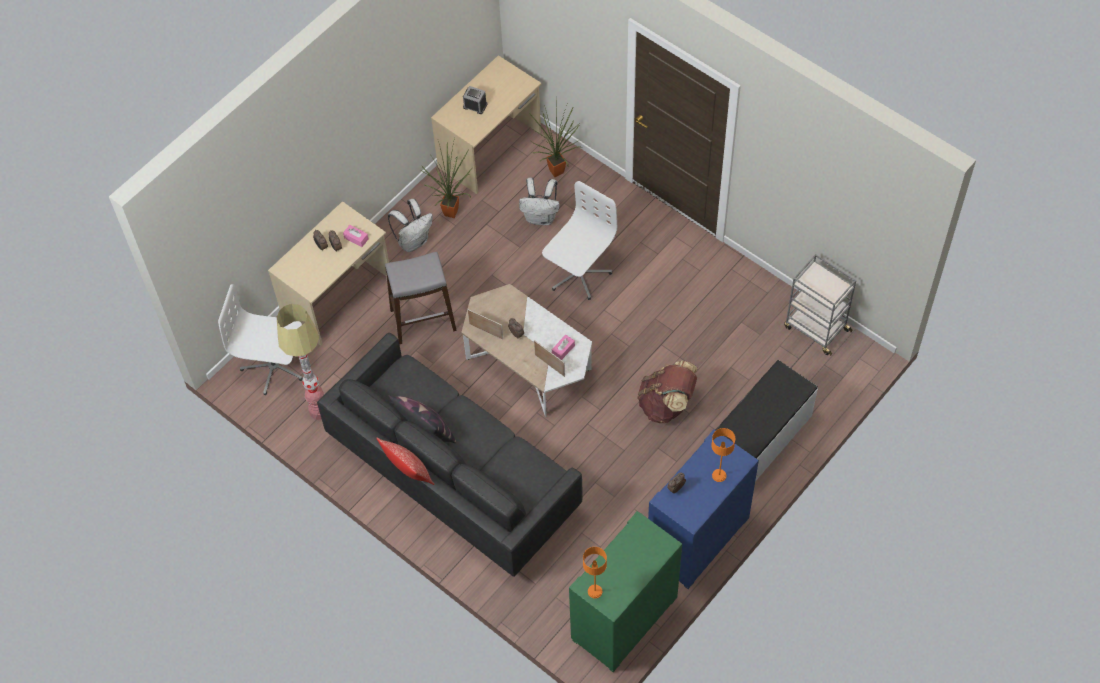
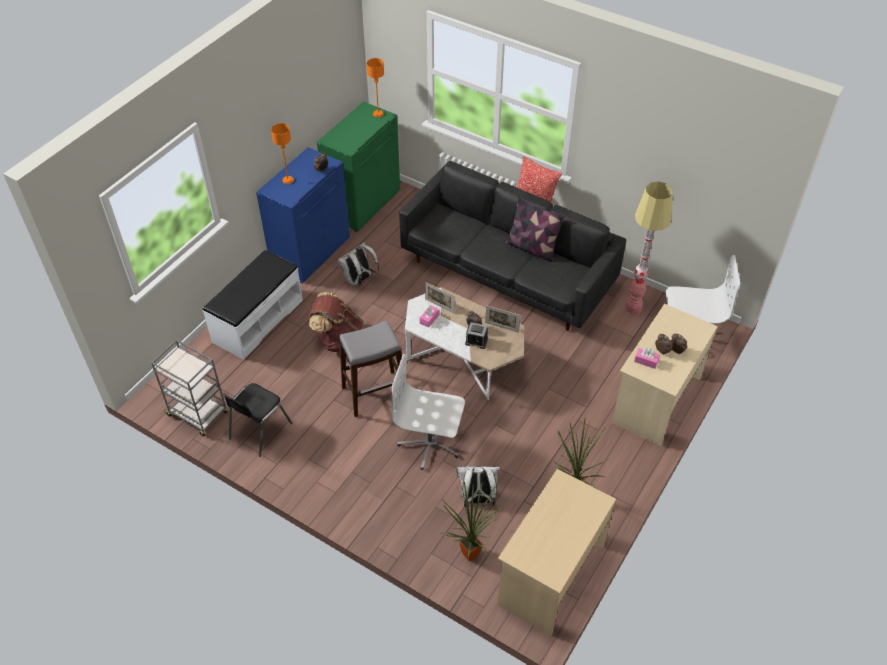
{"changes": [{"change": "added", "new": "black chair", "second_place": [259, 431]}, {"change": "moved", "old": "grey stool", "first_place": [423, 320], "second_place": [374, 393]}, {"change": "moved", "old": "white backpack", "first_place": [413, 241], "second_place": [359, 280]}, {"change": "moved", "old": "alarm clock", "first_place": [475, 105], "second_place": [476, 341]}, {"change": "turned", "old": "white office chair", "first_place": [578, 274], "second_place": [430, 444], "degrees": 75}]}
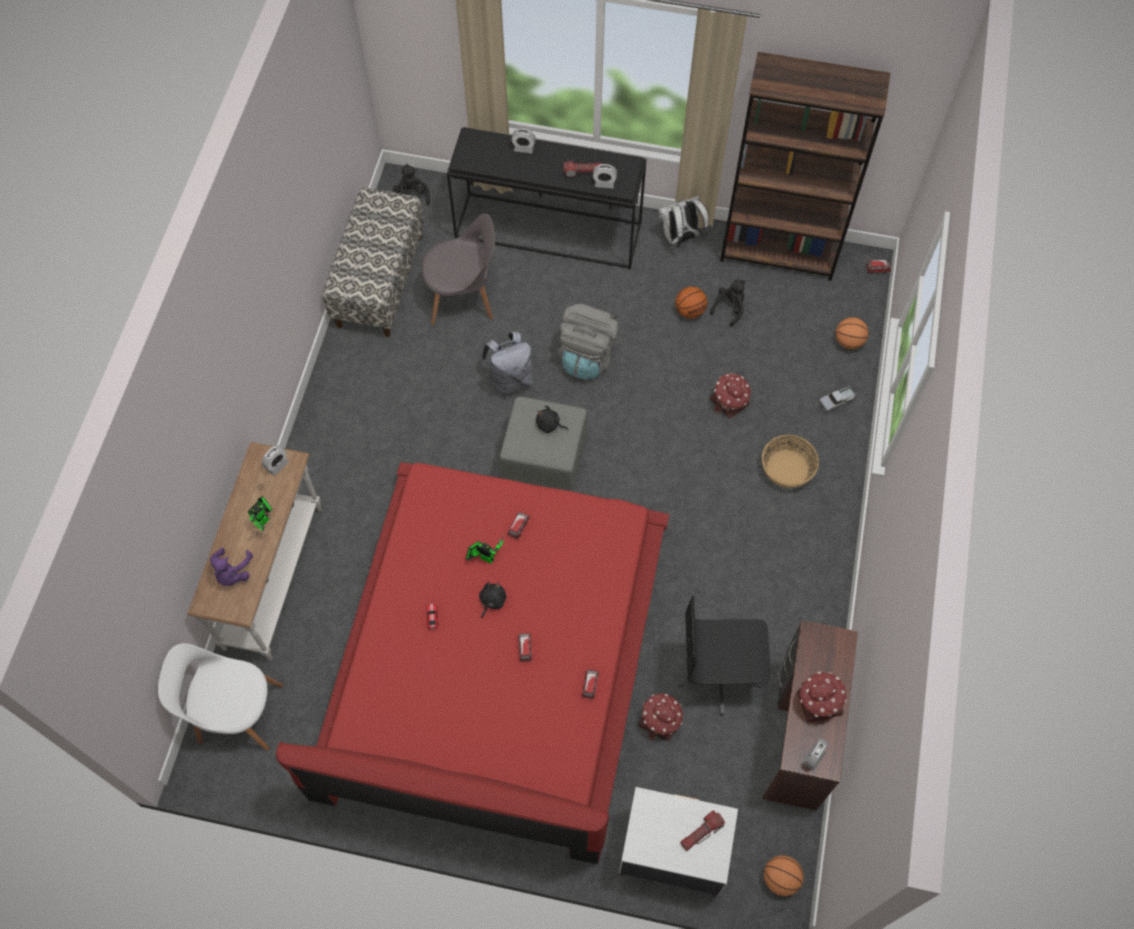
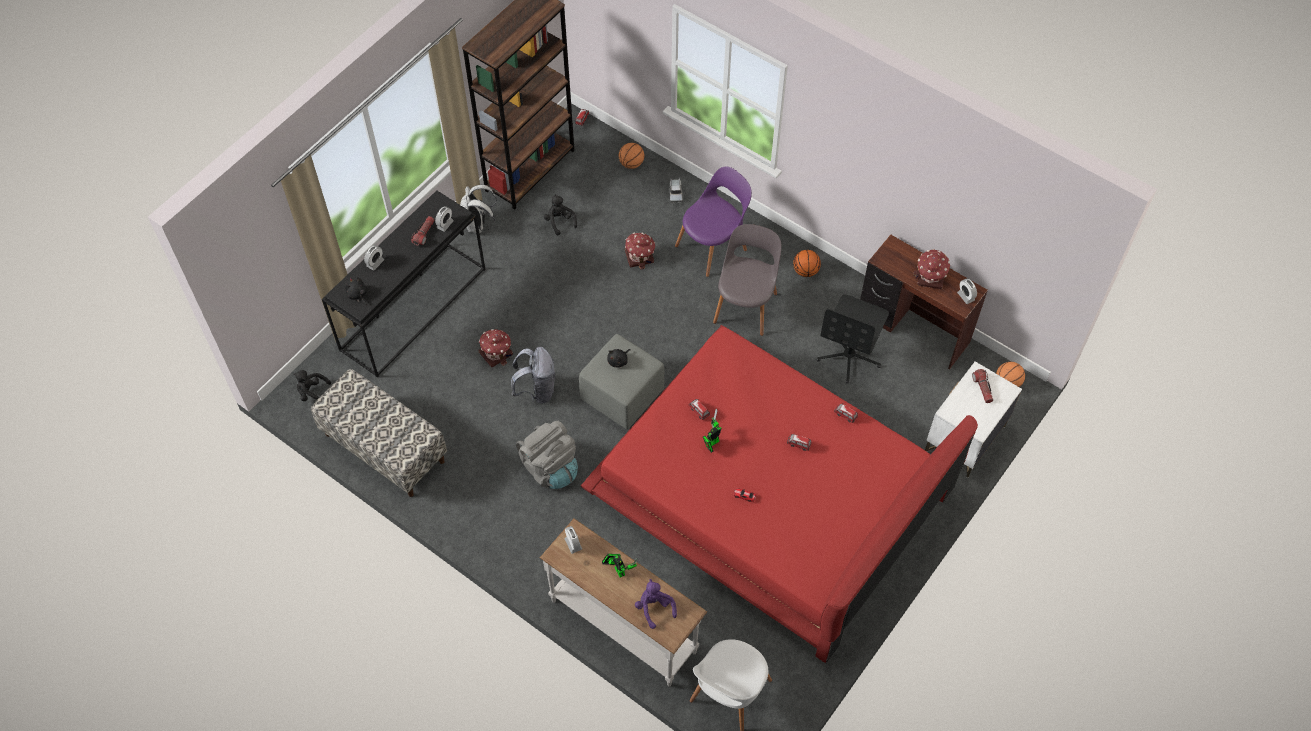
{"changes": [{"change": "moved", "old": "grey chair", "first_place": [463, 297], "second_place": [746, 305]}, {"change": "moved", "old": "black plush toy", "first_place": [492, 601], "second_place": [358, 295]}, {"change": "moved", "old": "grey backpack", "first_place": [587, 356], "second_place": [550, 468]}, {"change": "moved", "old": "toy house", "first_place": [660, 721], "second_place": [496, 353]}, {"change": "moved", "old": "basketball", "first_place": [689, 311], "second_place": [805, 271]}, {"change": "replaced", "old": "basket", "new": "purple chair", "first_place": [787, 469], "second_place": [713, 246]}, {"change": "turned", "old": "purple plush toy", "first_place": [233, 573], "second_place": [654, 608], "degrees": -150}]}
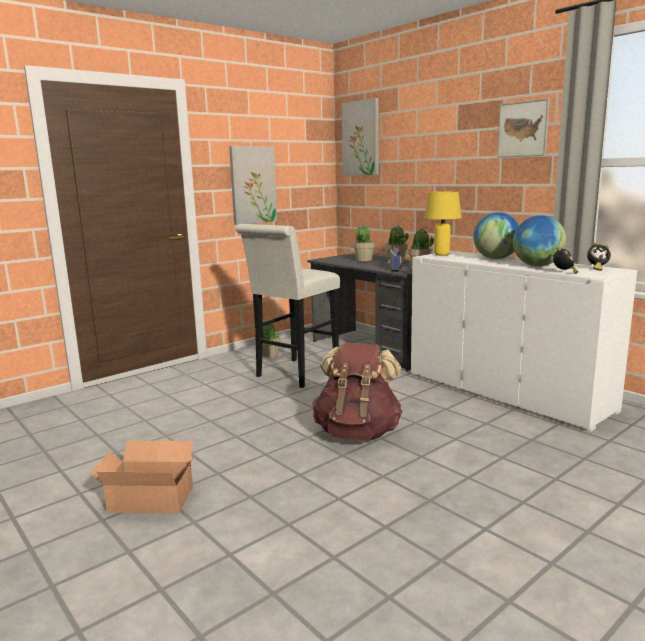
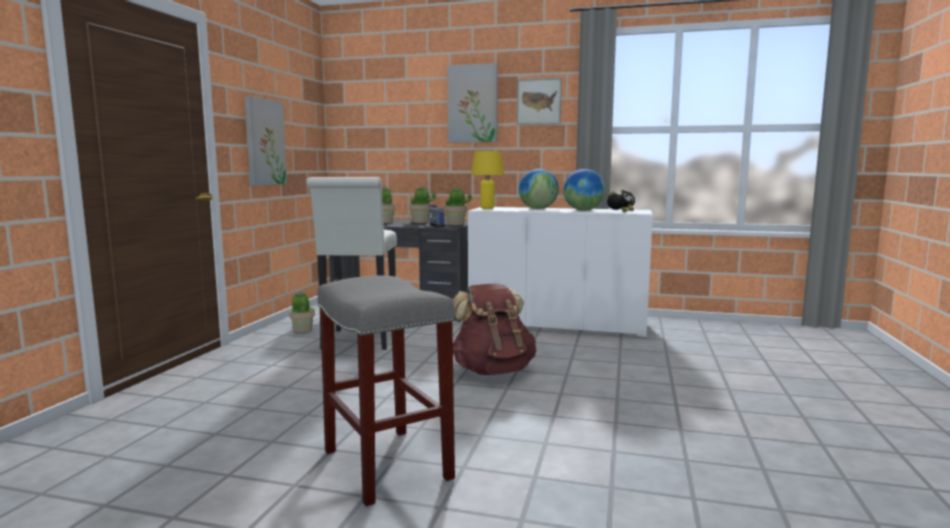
{"changes": [{"change": "moved", "old": "picture", "first_place": [361, 138], "second_place": [473, 104]}, {"change": "replaced", "old": "cardboard box", "new": "grey stool", "first_place": [150, 497], "second_place": [385, 464]}]}
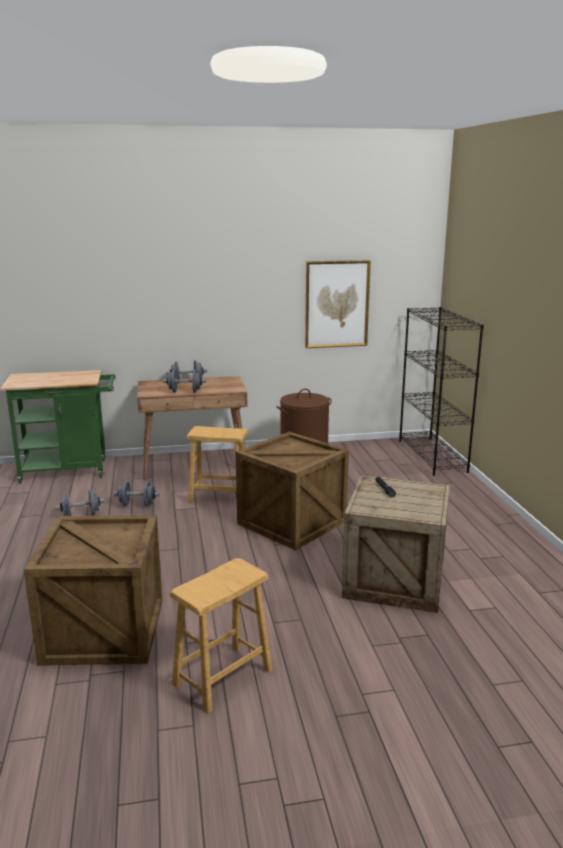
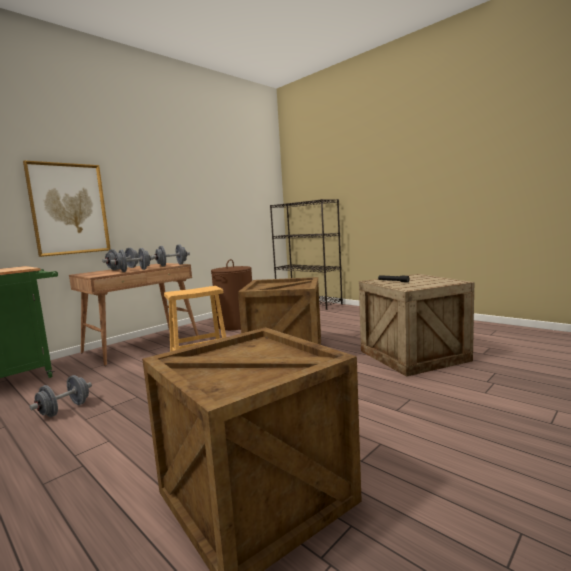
{"changes": [{"change": "removed", "old": "brown stool", "first_place": [223, 677]}, {"change": "moved", "old": "grey dumbbell", "first_place": [137, 504], "second_place": [172, 265]}, {"change": "moved", "old": "picture", "first_place": [337, 304], "second_place": [69, 209]}]}
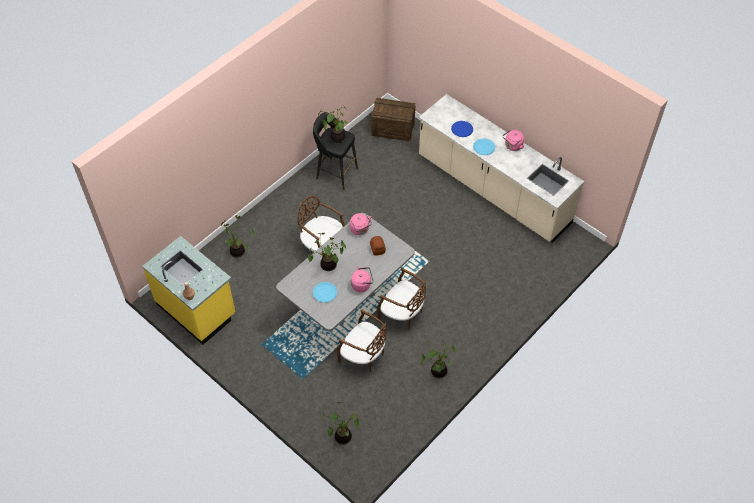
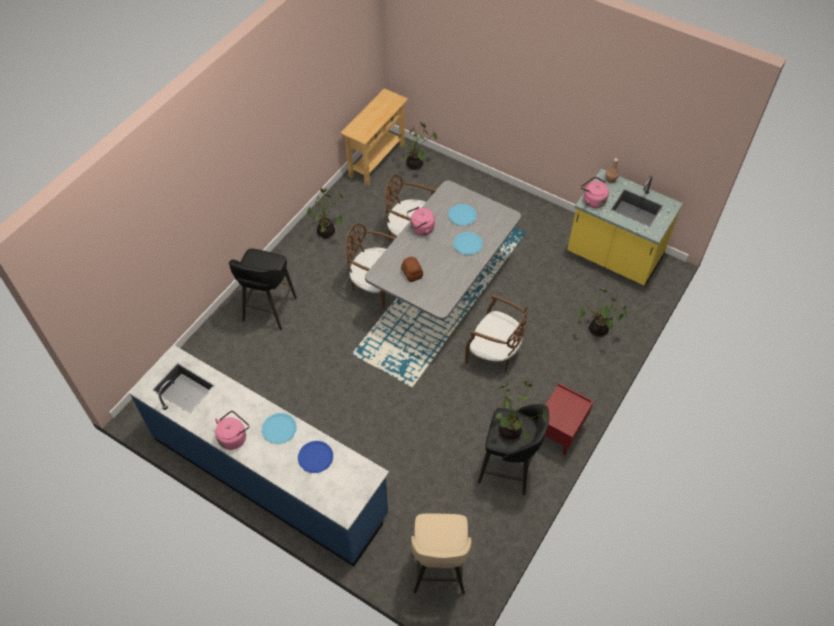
{"changes": [{"change": "added", "new": "black stool", "second_place": [268, 310]}, {"change": "added", "new": "beige console table", "second_place": [377, 160]}, {"change": "added", "new": "red nightstand", "second_place": [559, 433]}, {"change": "moved", "old": "pink kettle", "first_place": [360, 230], "second_place": [592, 200]}, {"change": "replaced", "old": "potted plant", "new": "blue plate", "first_place": [327, 266], "second_place": [468, 244]}, {"change": "replaced", "old": "crate", "new": "beige stool", "first_place": [393, 129], "second_place": [439, 570]}, {"change": "recoloured", "old": "beige counter", "new": "blue counter", "first_place": [493, 190], "second_place": [269, 476]}]}
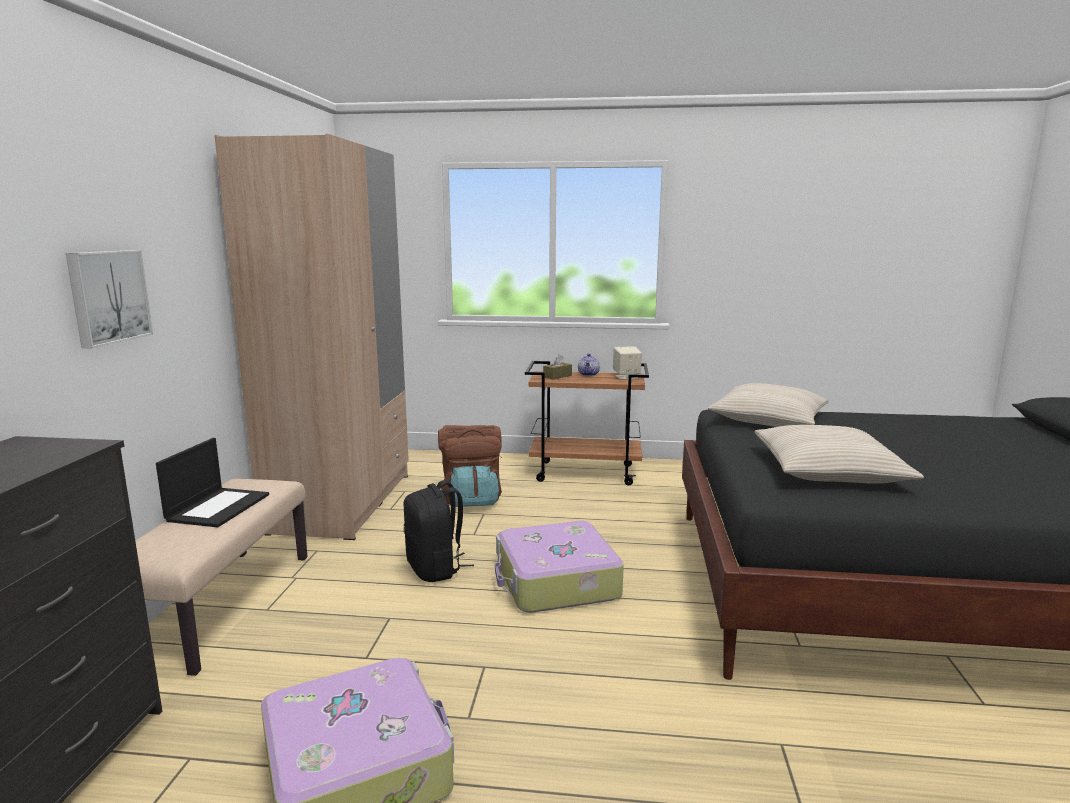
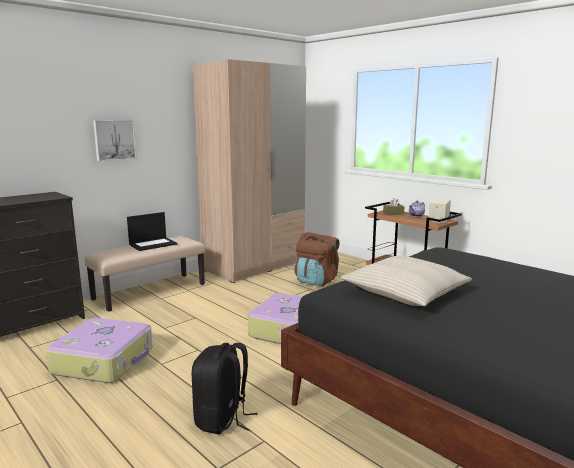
{"changes": [{"change": "removed", "old": "beige pillow", "first_place": [768, 419]}, {"change": "moved", "old": "black backpack", "first_place": [435, 569], "second_place": [222, 419]}]}
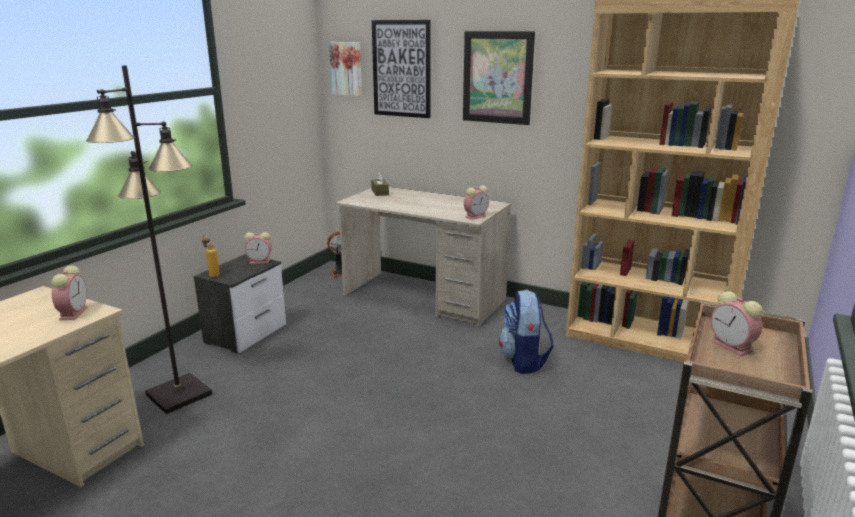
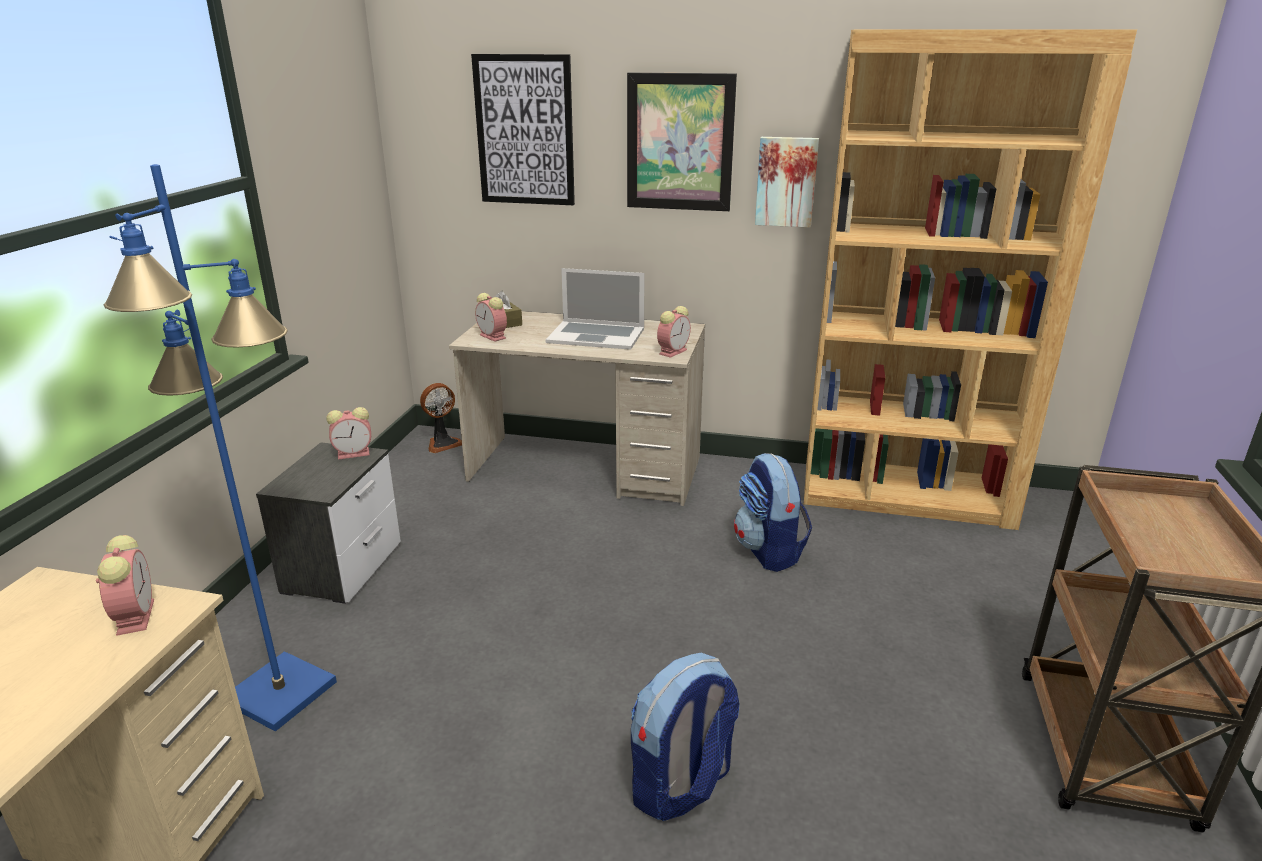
{"changes": [{"change": "removed", "old": "bottle", "first_place": [212, 274]}, {"change": "added", "new": "laptop", "second_place": [596, 335]}, {"change": "added", "new": "backpack", "second_place": [681, 786]}, {"change": "moved", "old": "picture", "first_place": [347, 68], "second_place": [786, 181]}, {"change": "moved", "old": "alarm clock", "first_place": [733, 347], "second_place": [493, 337]}, {"change": "recoloured", "old": "black floor lamp", "new": "blue floor lamp", "first_place": [178, 394], "second_place": [279, 693]}]}
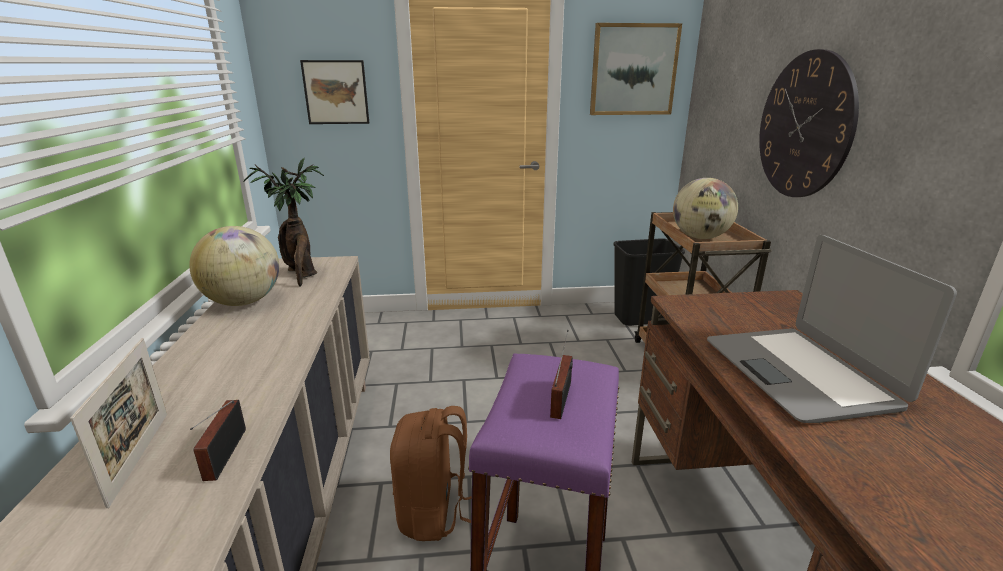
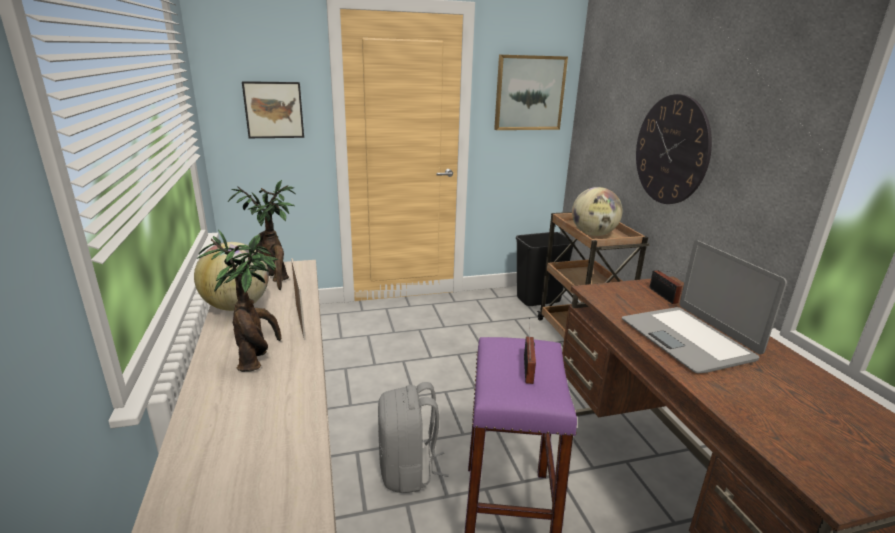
{"changes": [{"change": "added", "new": "potted plant", "second_place": [257, 358]}, {"change": "moved", "old": "picture frame", "first_place": [140, 456], "second_place": [300, 321]}, {"change": "moved", "old": "radio", "first_place": [223, 457], "second_place": [664, 296]}, {"change": "recoloured", "old": "brown backpack", "new": "grey backpack", "first_place": [434, 512], "second_place": [408, 470]}]}
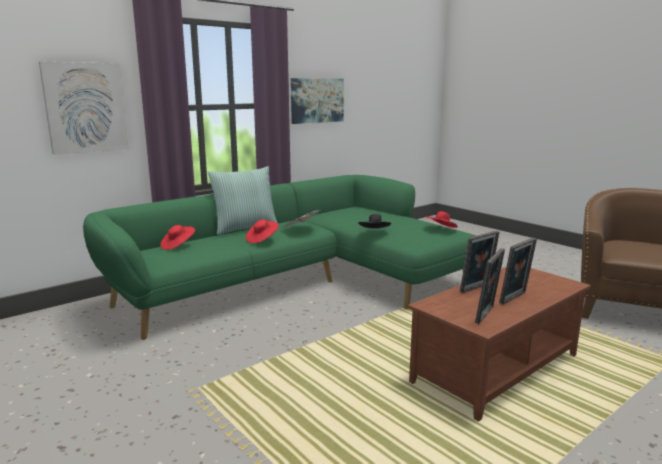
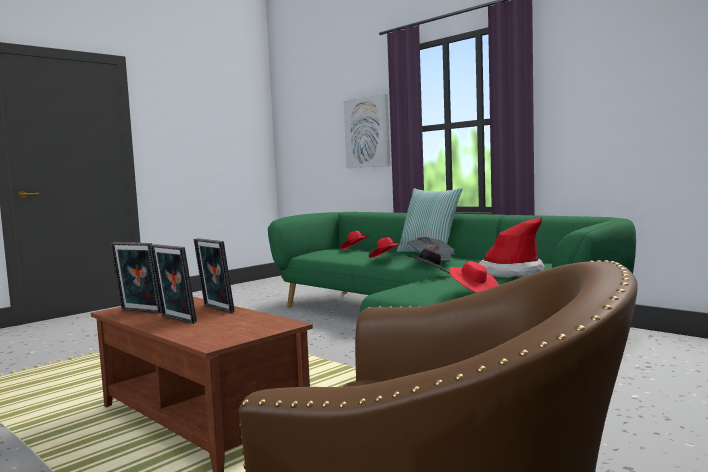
{"changes": [{"change": "removed", "old": "picture", "first_place": [317, 100]}, {"change": "added", "new": "hat", "second_place": [511, 272]}]}
